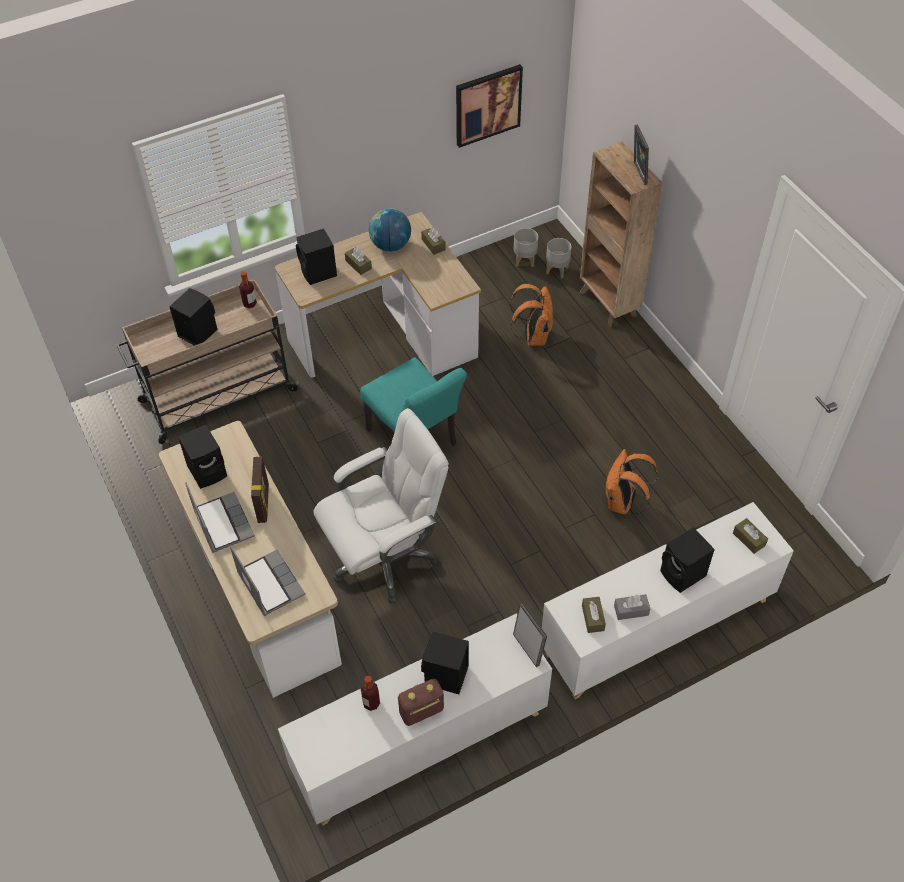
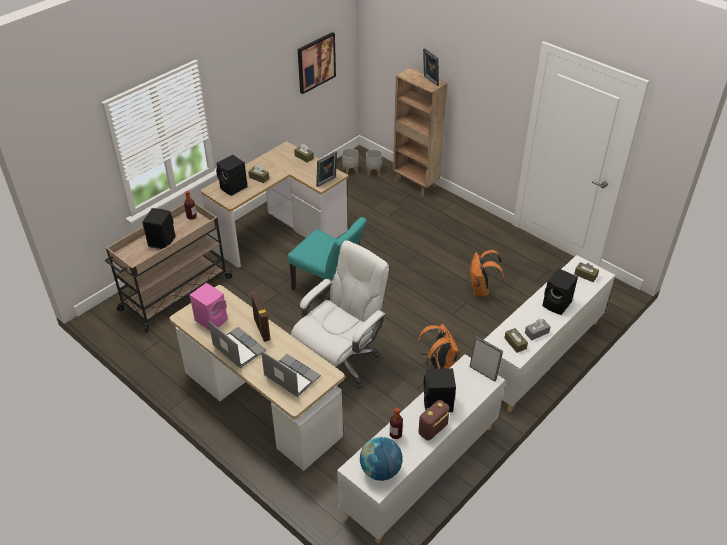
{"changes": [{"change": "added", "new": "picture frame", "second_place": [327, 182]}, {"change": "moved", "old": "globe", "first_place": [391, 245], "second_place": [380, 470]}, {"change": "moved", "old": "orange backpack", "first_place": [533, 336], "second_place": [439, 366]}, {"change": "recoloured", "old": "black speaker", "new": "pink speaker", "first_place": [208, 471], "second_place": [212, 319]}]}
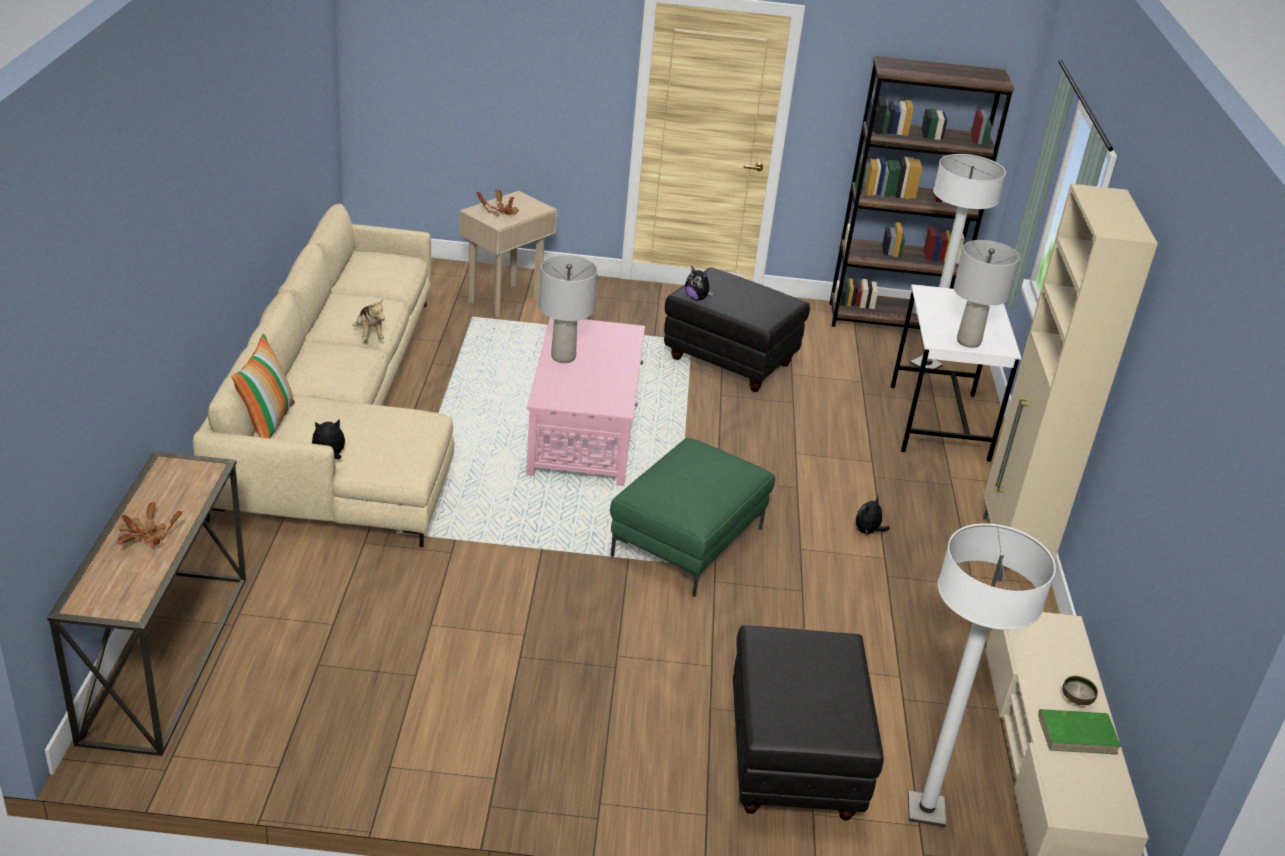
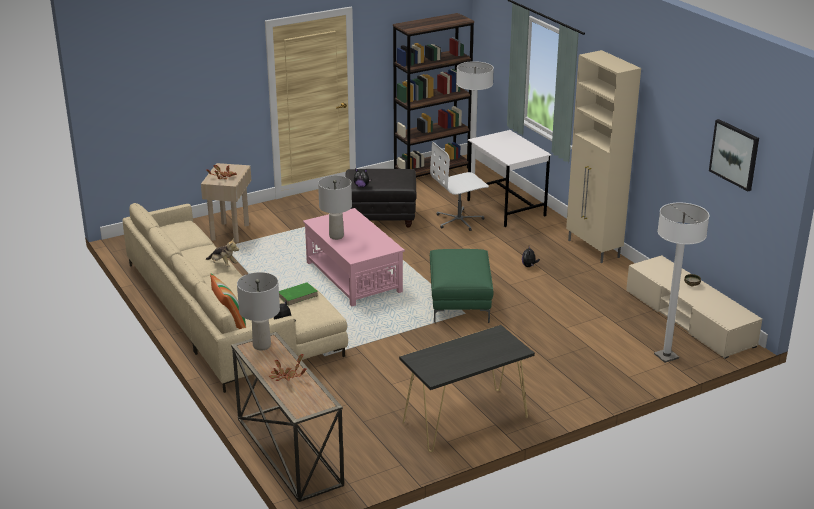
{"changes": [{"change": "removed", "old": "black ottoman", "first_place": [791, 761]}, {"change": "added", "new": "black console table", "second_place": [464, 420]}, {"change": "added", "new": "white office chair", "second_place": [459, 220]}, {"change": "added", "new": "picture", "second_place": [734, 154]}, {"change": "moved", "old": "grey table lamp", "first_place": [968, 341], "second_place": [261, 345]}, {"change": "moved", "old": "green book", "first_place": [1078, 734], "second_place": [297, 295]}]}
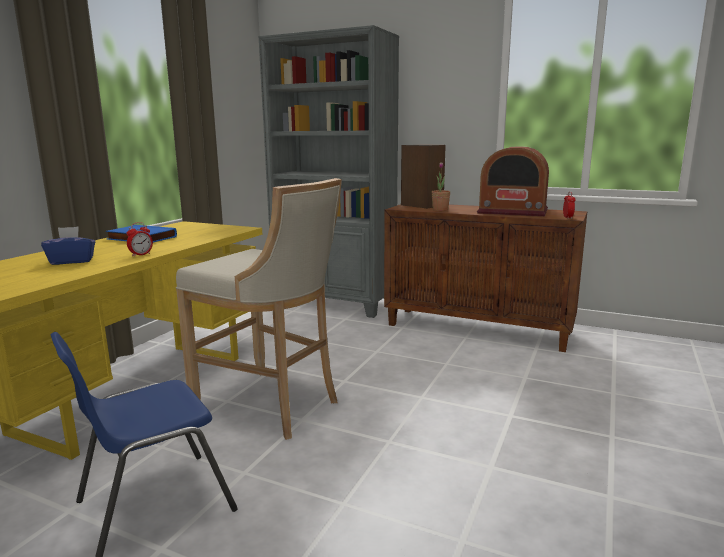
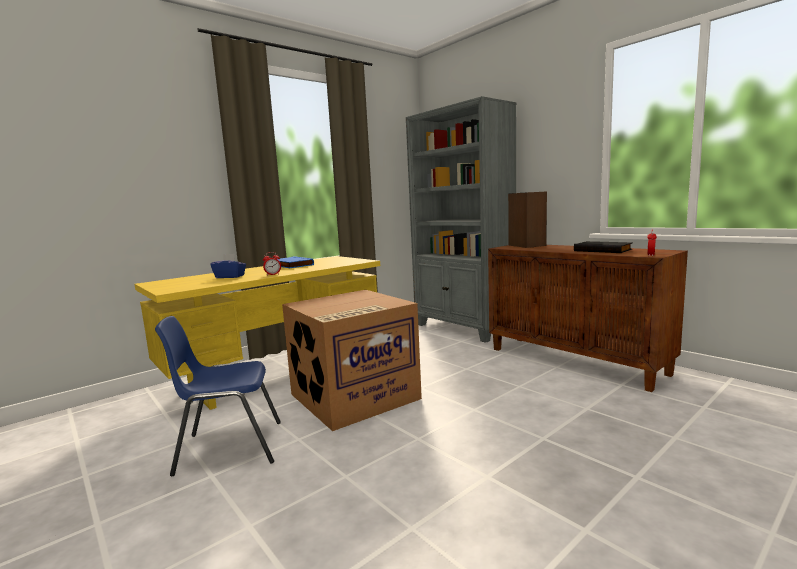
{"changes": [{"change": "removed", "old": "potted plant", "first_place": [440, 210]}, {"change": "replaced", "old": "beige stool", "new": "cardboard box", "first_place": [272, 406], "second_place": [354, 397]}, {"change": "replaced", "old": "radio", "new": "black book", "first_place": [513, 211], "second_place": [603, 250]}]}
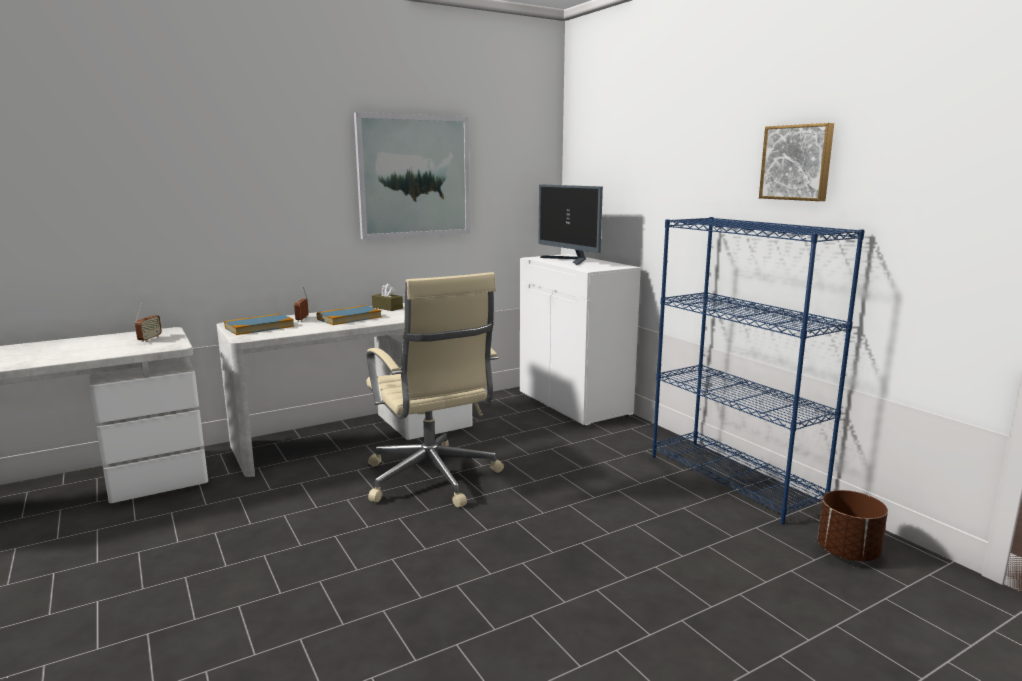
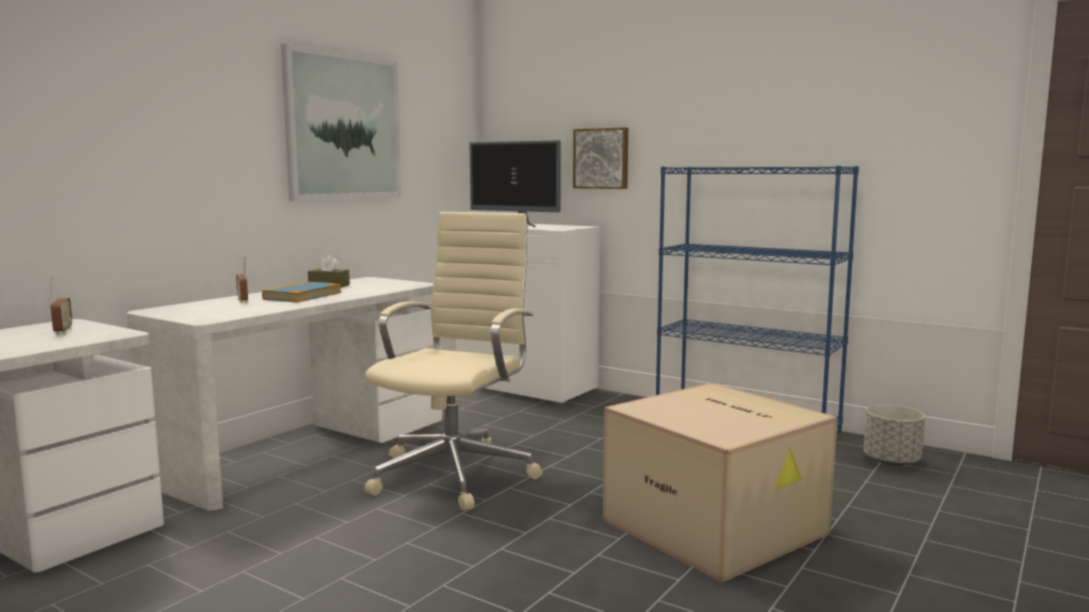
{"changes": [{"change": "removed", "old": "book", "first_place": [259, 327]}, {"change": "added", "new": "cardboard box", "second_place": [718, 527]}, {"change": "moved", "old": "picture", "first_place": [797, 162], "second_place": [601, 158]}, {"change": "recoloured", "old": "brown planter", "new": "grey planter", "first_place": [847, 553], "second_place": [892, 461]}, {"change": "turned", "old": "beige office chair", "first_place": [432, 479], "second_place": [456, 473], "degrees": -105}]}
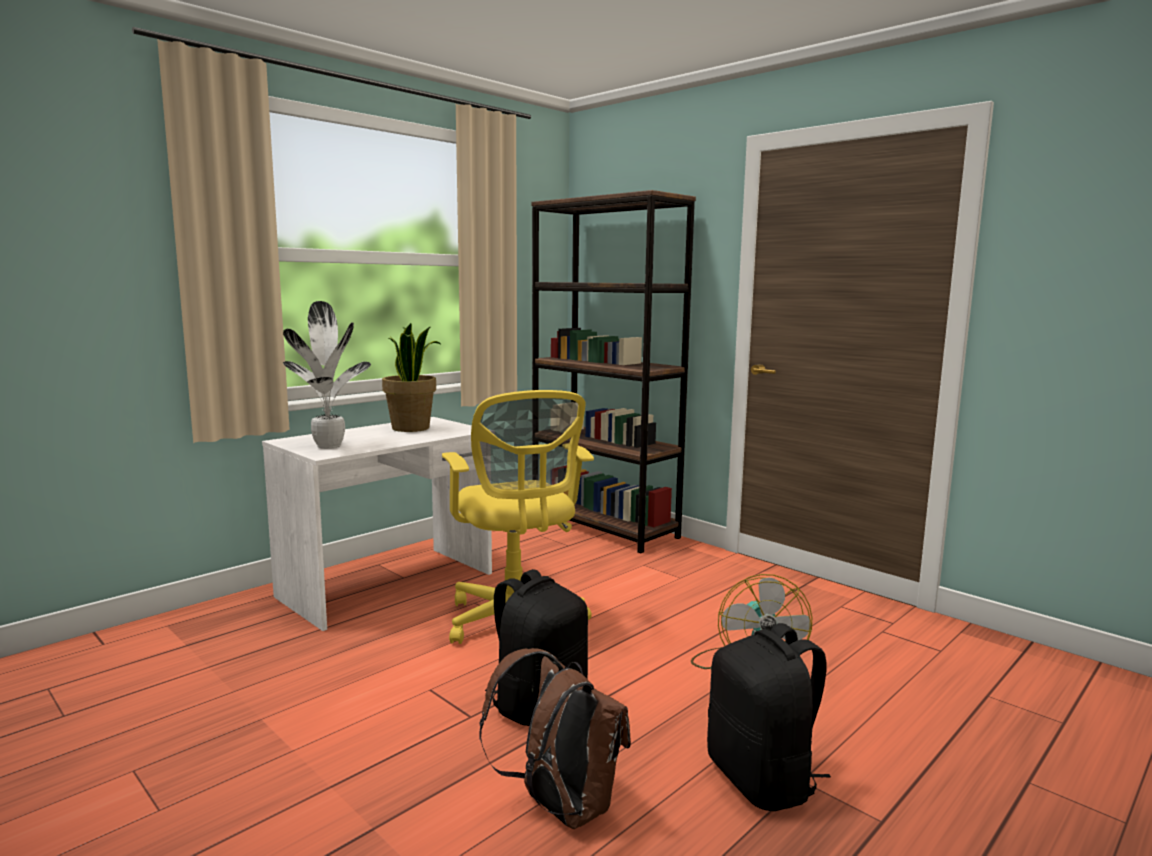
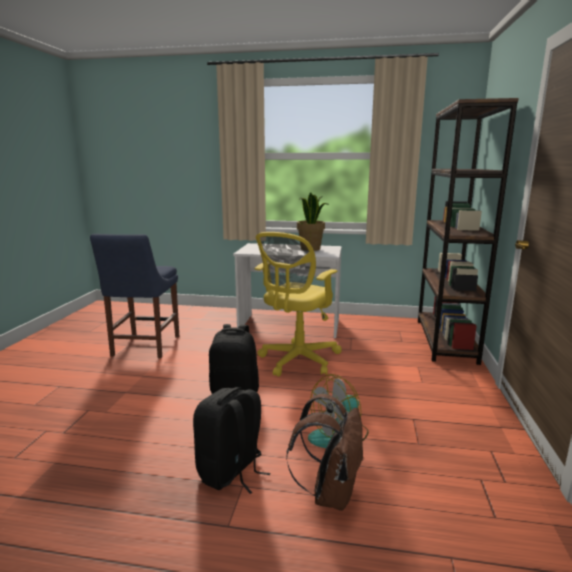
{"changes": [{"change": "removed", "old": "potted plant", "first_place": [329, 445]}, {"change": "added", "new": "blue chair", "second_place": [144, 347]}, {"change": "moved", "old": "brown backpack", "first_place": [559, 807], "second_place": [330, 492]}]}
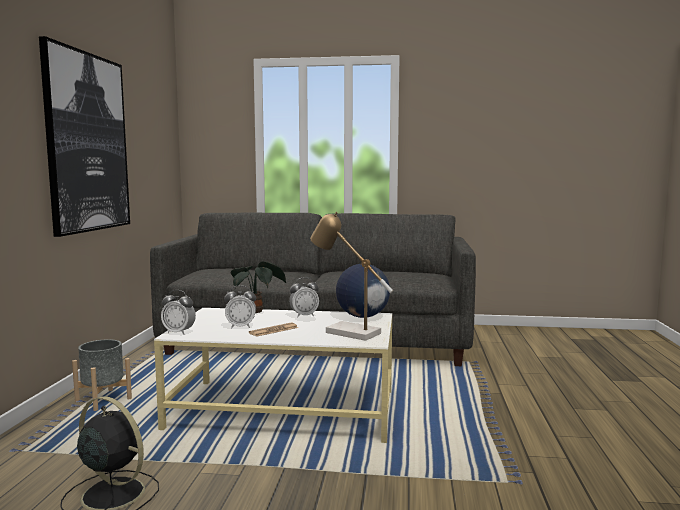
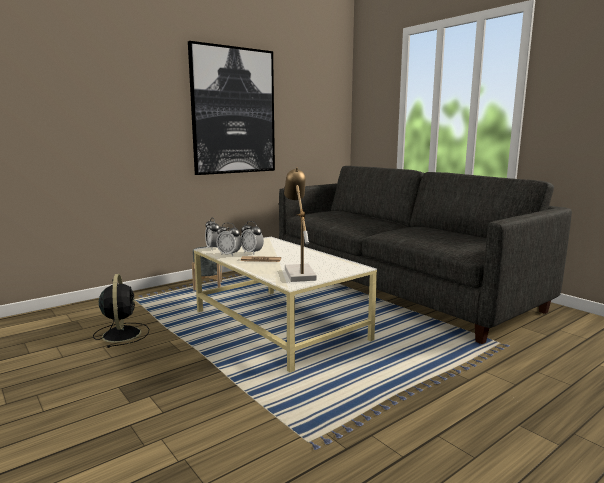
{"changes": [{"change": "removed", "old": "potted plant", "first_place": [257, 312]}, {"change": "removed", "old": "globe", "first_place": [362, 317]}, {"change": "moved", "old": "alarm clock", "first_place": [304, 316], "second_place": [229, 254]}]}
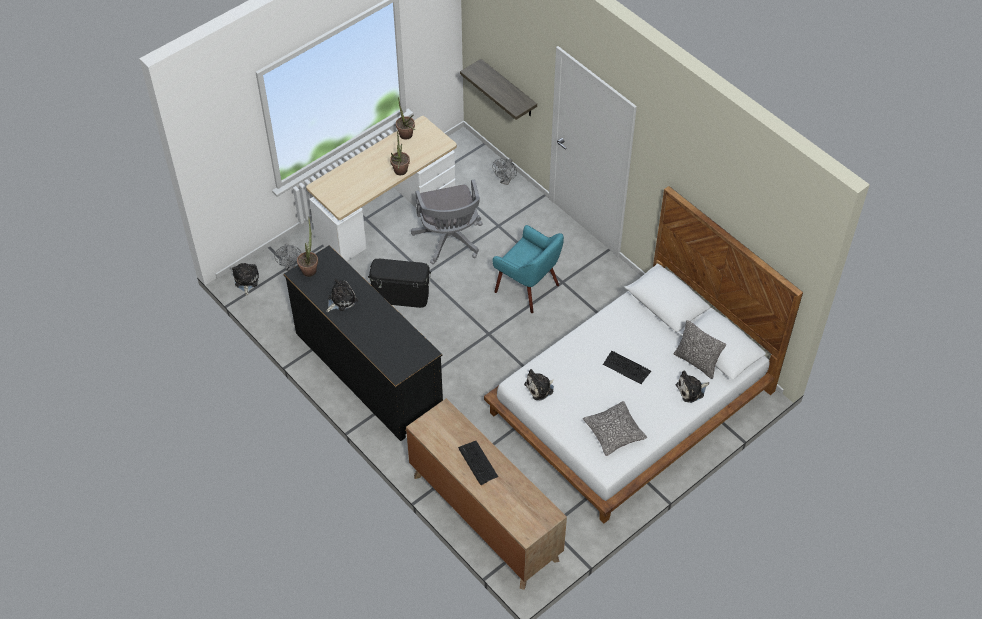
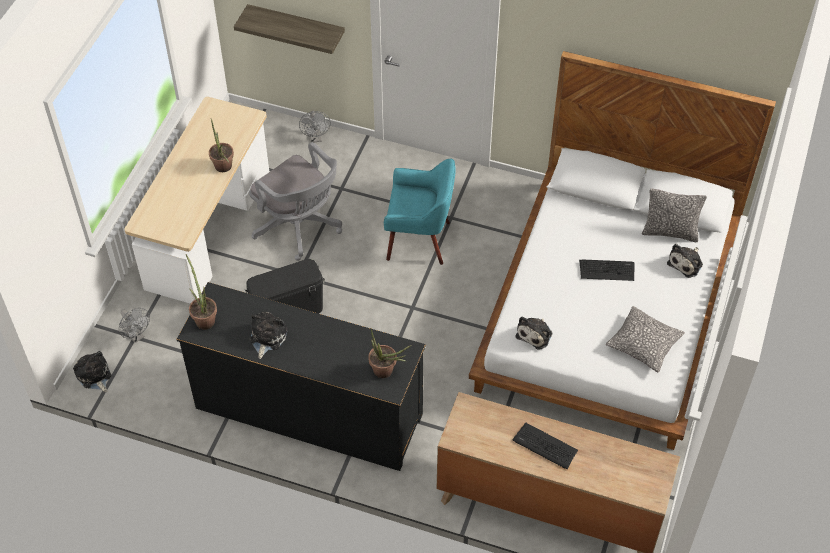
{"changes": [{"change": "moved", "old": "potted plant", "first_place": [407, 137], "second_place": [386, 372]}]}
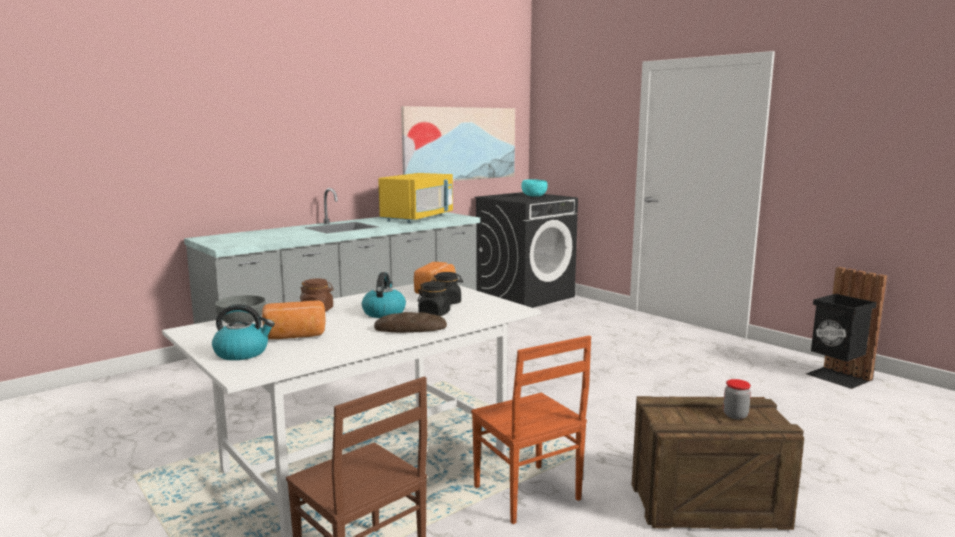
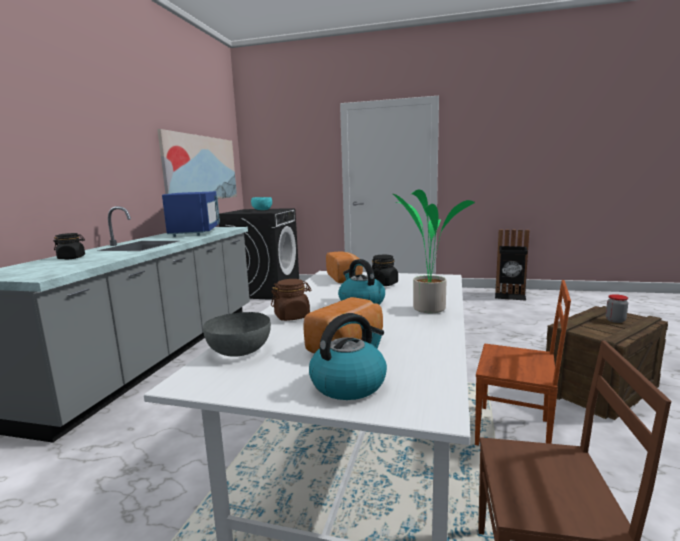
{"changes": [{"change": "moved", "old": "black jar", "first_place": [434, 314], "second_place": [72, 258]}, {"change": "replaced", "old": "bread", "new": "potted plant", "first_place": [410, 329], "second_place": [426, 309]}, {"change": "recoloured", "old": "yellow microwave", "new": "blue microwave", "first_place": [418, 218], "second_place": [196, 232]}]}
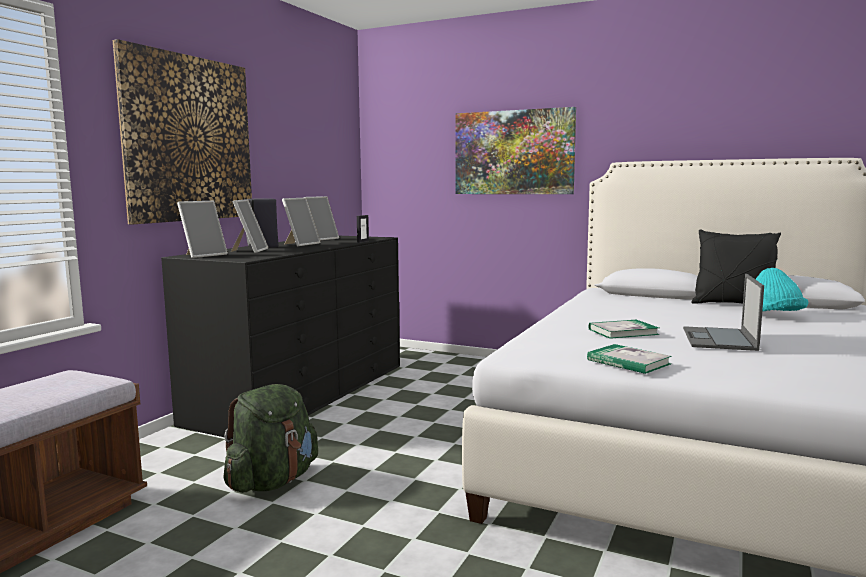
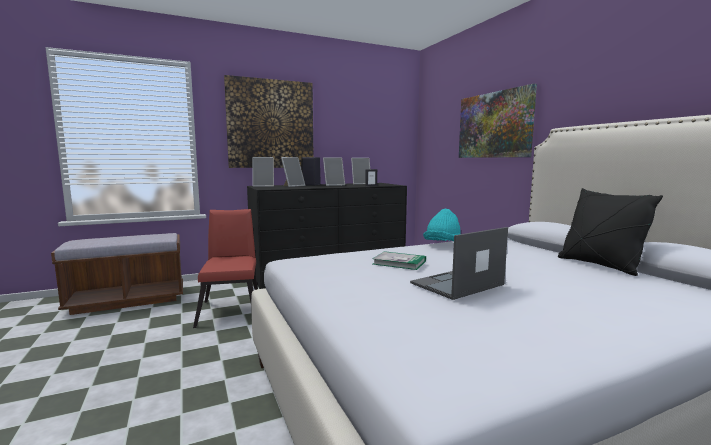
{"changes": [{"change": "removed", "old": "book", "first_place": [628, 362]}, {"change": "moved", "old": "turquoise hat", "first_place": [774, 316], "second_place": [442, 245]}, {"change": "replaced", "old": "green backpack", "new": "red chair", "first_place": [272, 481], "second_place": [231, 310]}]}
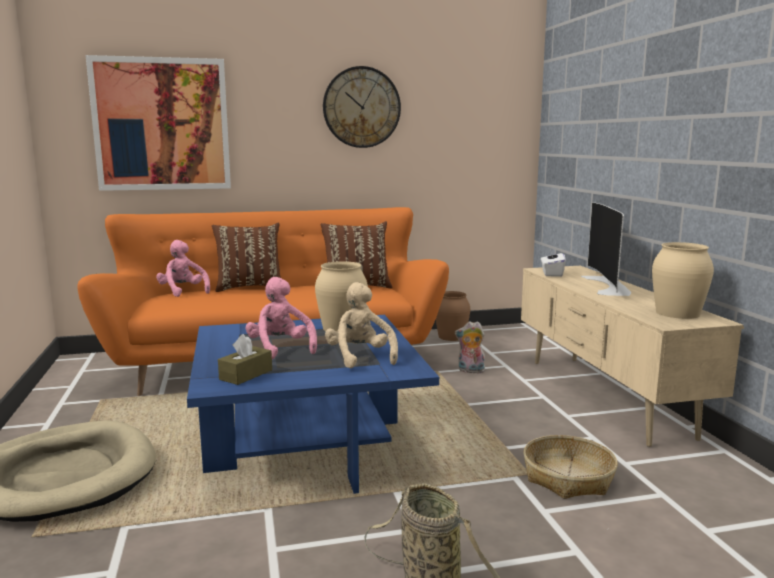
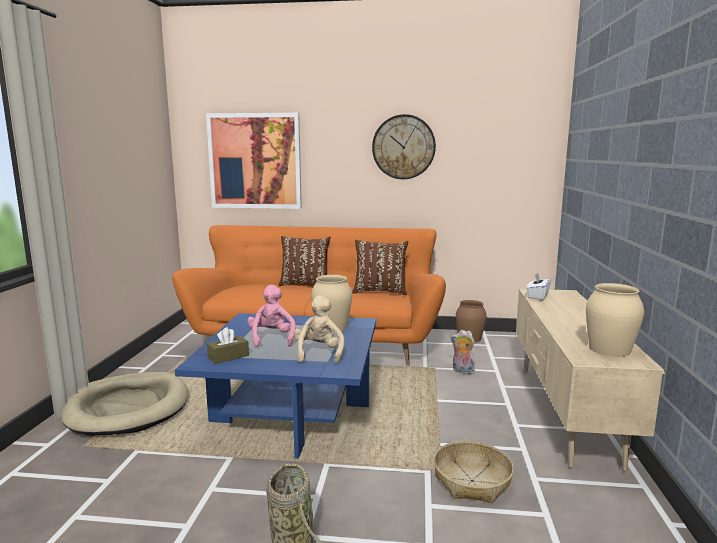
{"changes": [{"change": "removed", "old": "pink plush toy", "first_place": [183, 292]}, {"change": "removed", "old": "television", "first_place": [609, 285]}]}
